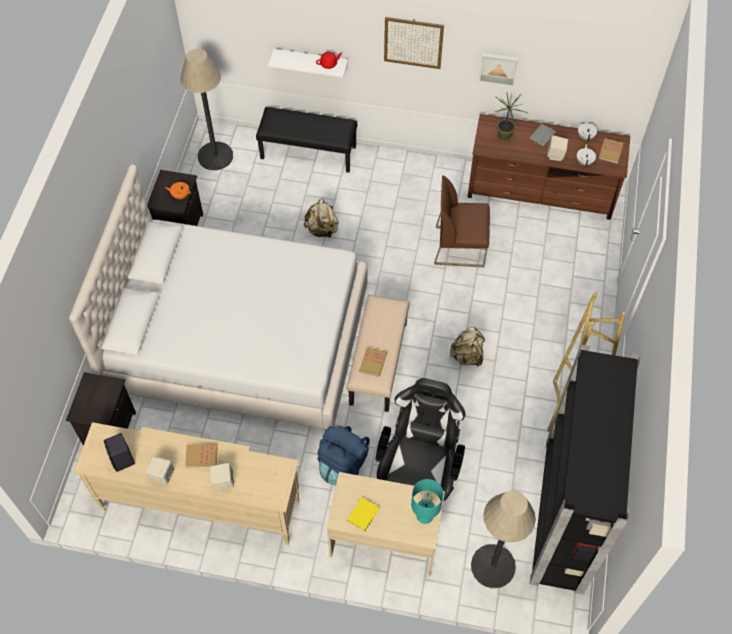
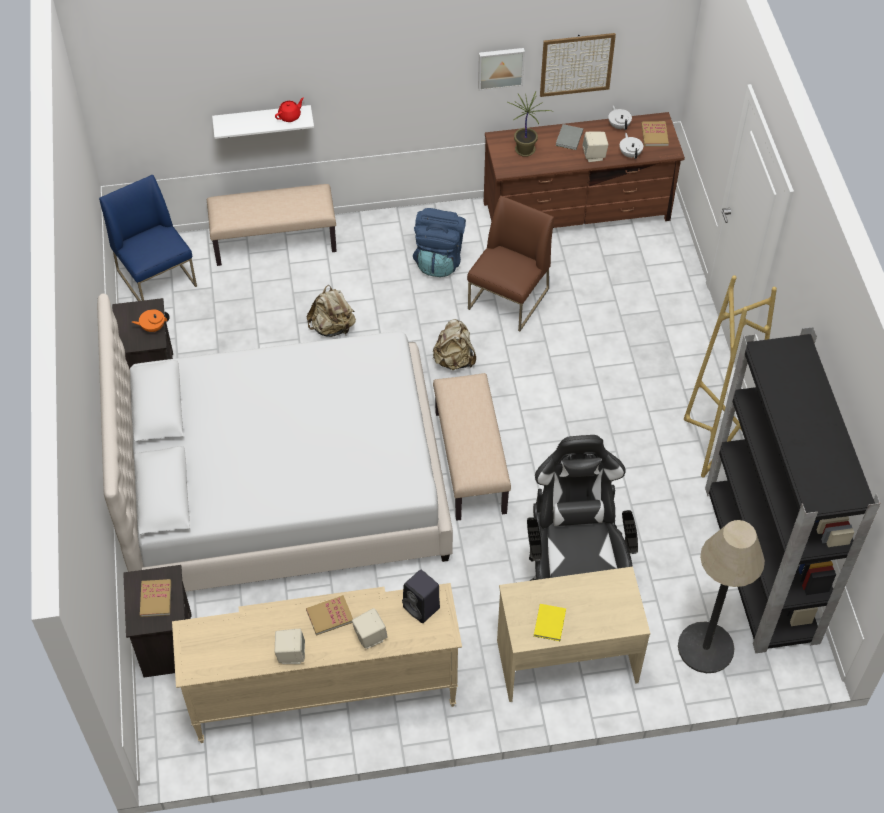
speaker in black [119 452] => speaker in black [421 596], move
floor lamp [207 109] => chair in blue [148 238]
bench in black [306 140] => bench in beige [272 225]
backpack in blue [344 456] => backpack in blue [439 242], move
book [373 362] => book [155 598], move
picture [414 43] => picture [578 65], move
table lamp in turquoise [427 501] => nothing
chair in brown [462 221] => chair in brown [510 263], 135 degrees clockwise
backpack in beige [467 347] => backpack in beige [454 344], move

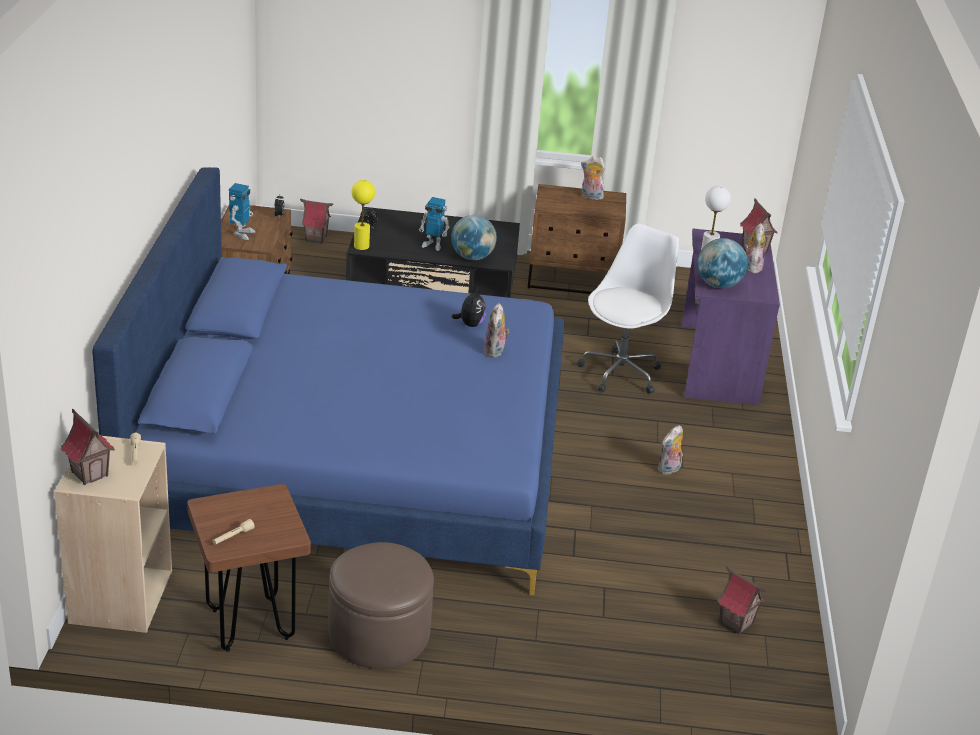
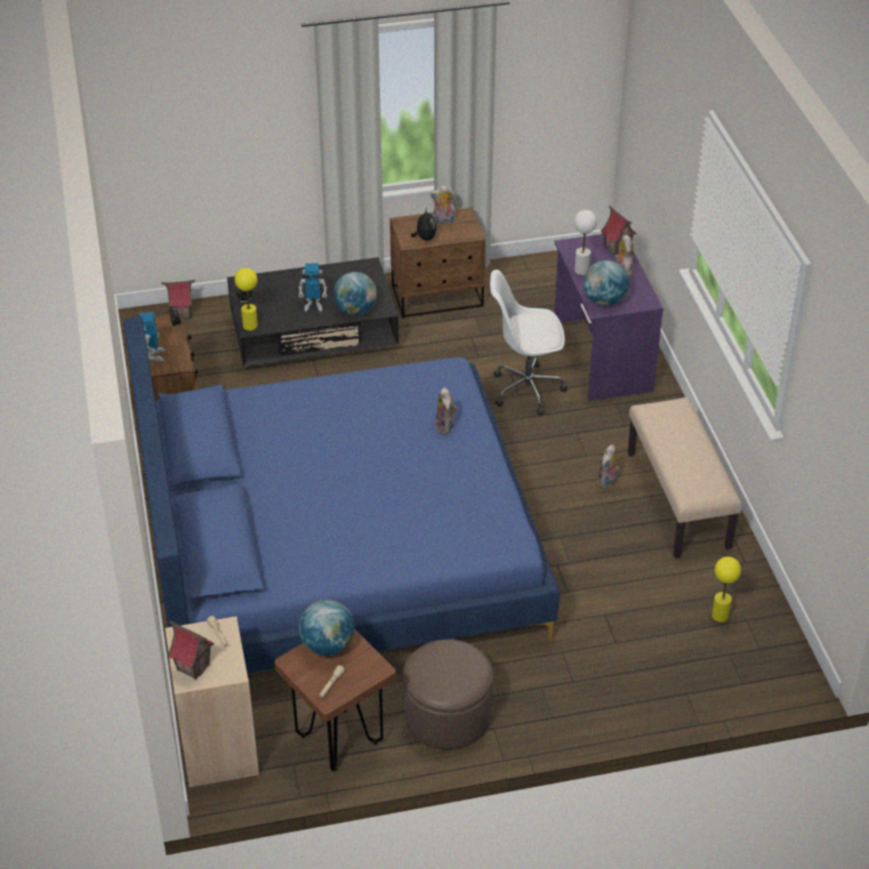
plush toy [469 307] => plush toy [424 224], move
office chair in white [628 308] => office chair in white [528 342], 105 degrees counterclockwise
toy house [742 600] => table lamp in yellow [726 589]
nothing => globe [327 628]
nothing => bench in beige [685 477]

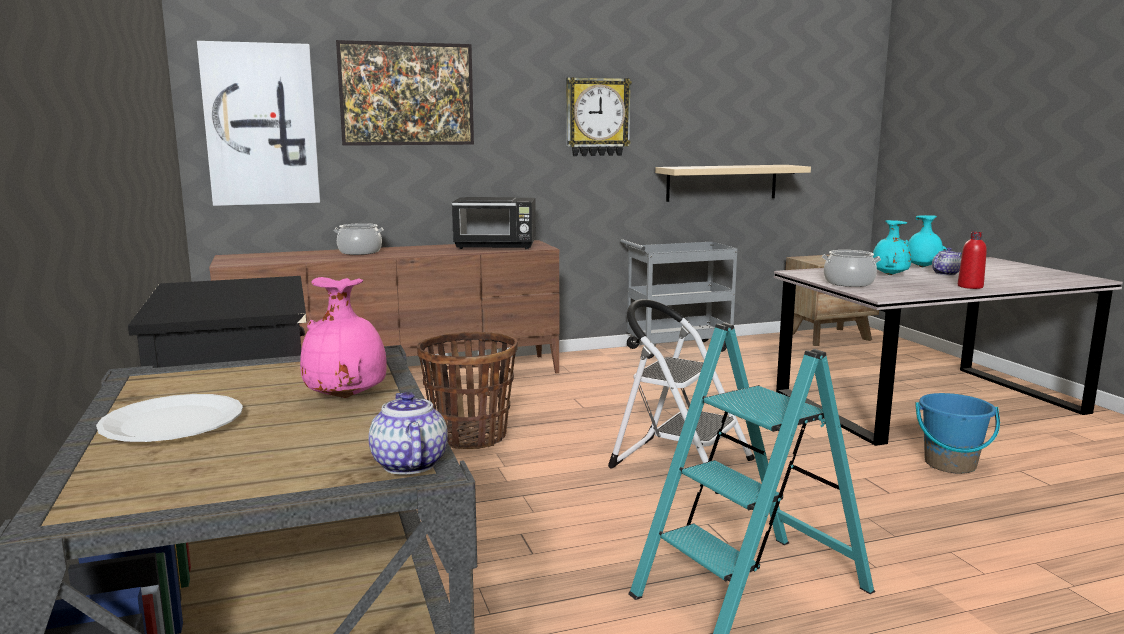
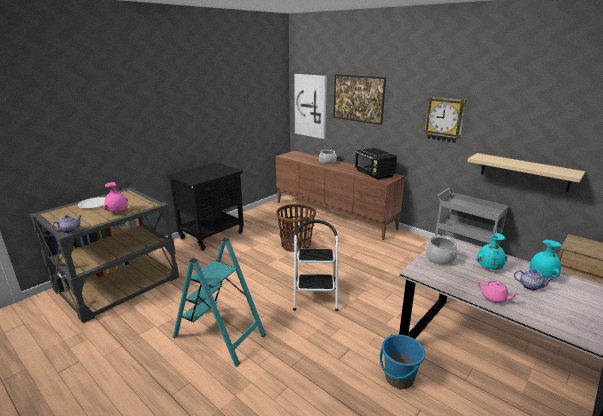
bottle in red [972 260] => teapot in pink [498 292]

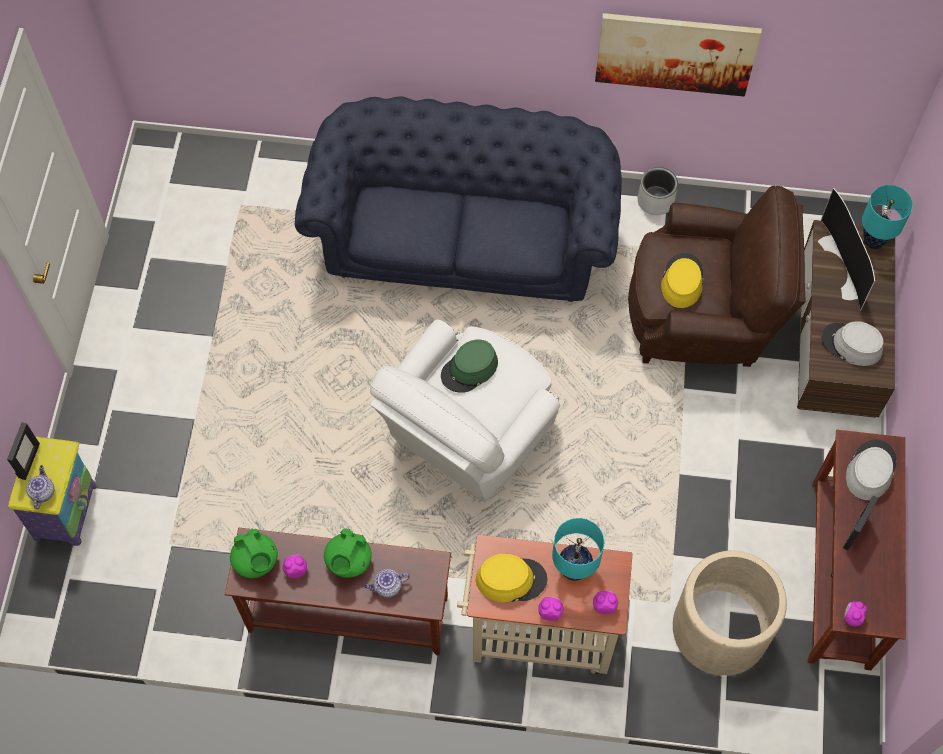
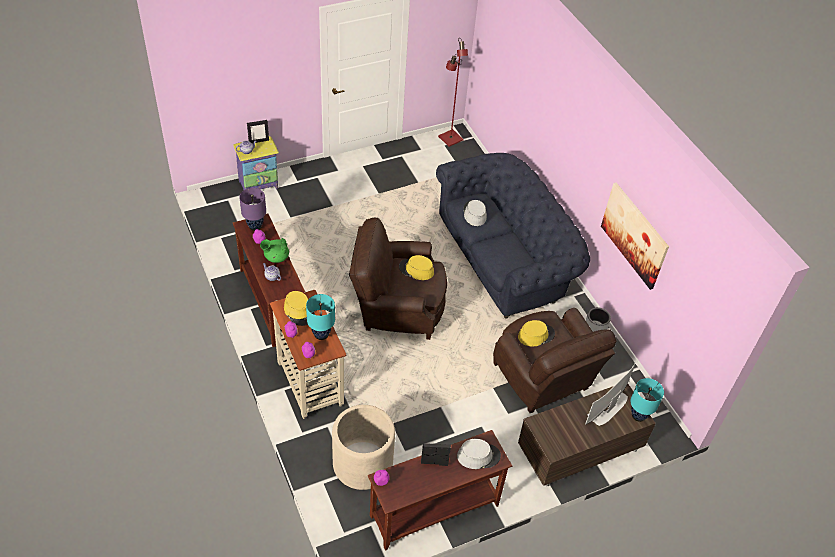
teapot in green [254 553] => table lamp in purple [252 209]
armchair in white [465 411] => armchair in brown [398 278]
hat in green [469 366] => hat in yellow [416 267]
hat in grey [852 343] => hat in grey [475 213], move
nothing => floor lamp in red [453 92]

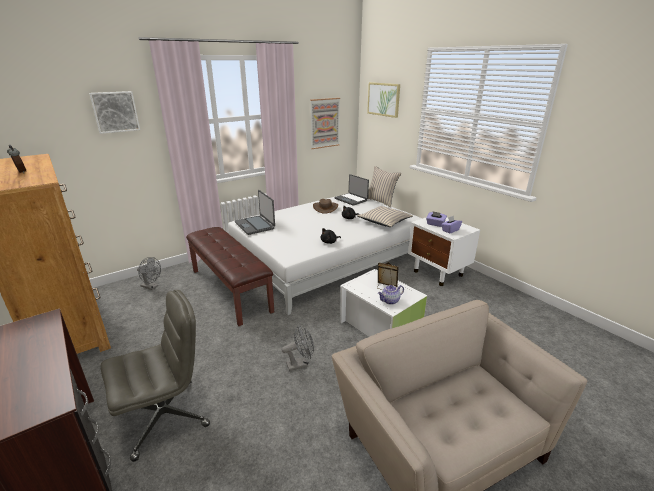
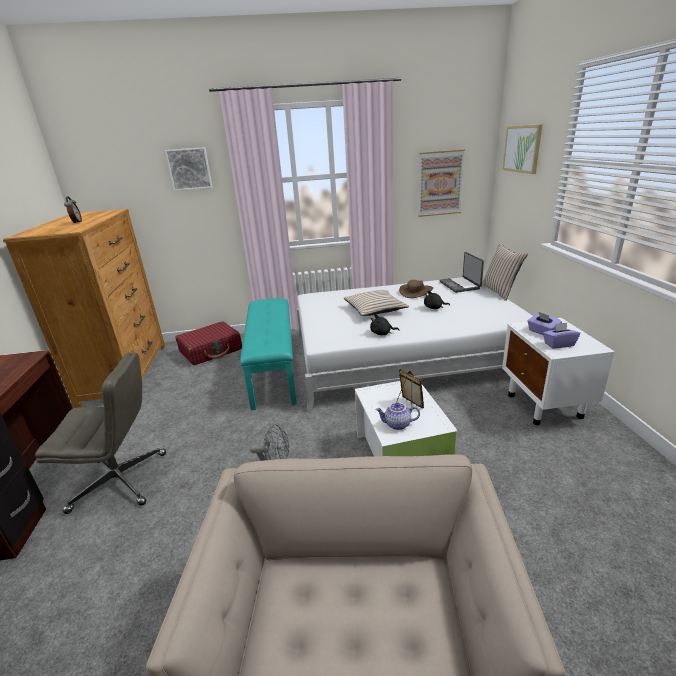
fan in grey [149 273] => suitcase in red [208 343]
bench in brown [230 276] => bench in turquoise [268 354]
laptop [255 212] => nothing
pillow in beige [385 216] => pillow in beige [376 303], move

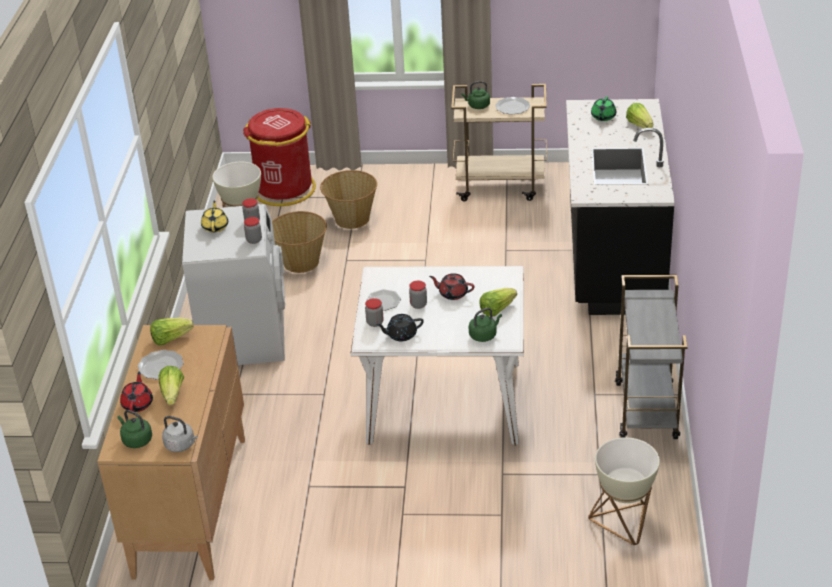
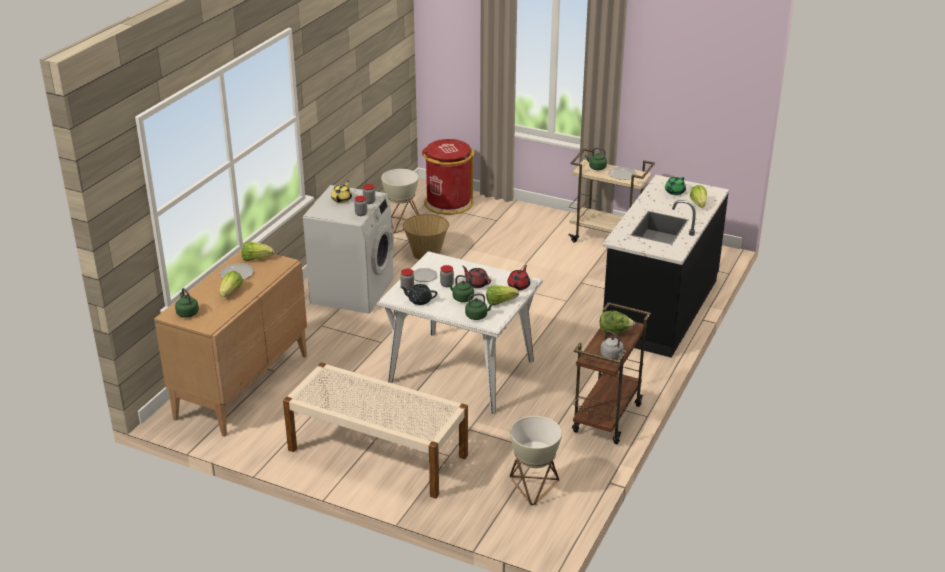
teapot in red [136 392] => teapot in red [518 278], move
kettle in grey [180 434] => kettle in grey [613 345], move
basket [348 199] => nothing
cart in grey [650 357] => cart in brown [611 373]
nothing => bench in beige [375 430]
nothing => kettle in green [461 288]
nothing => lettuce [617 322]

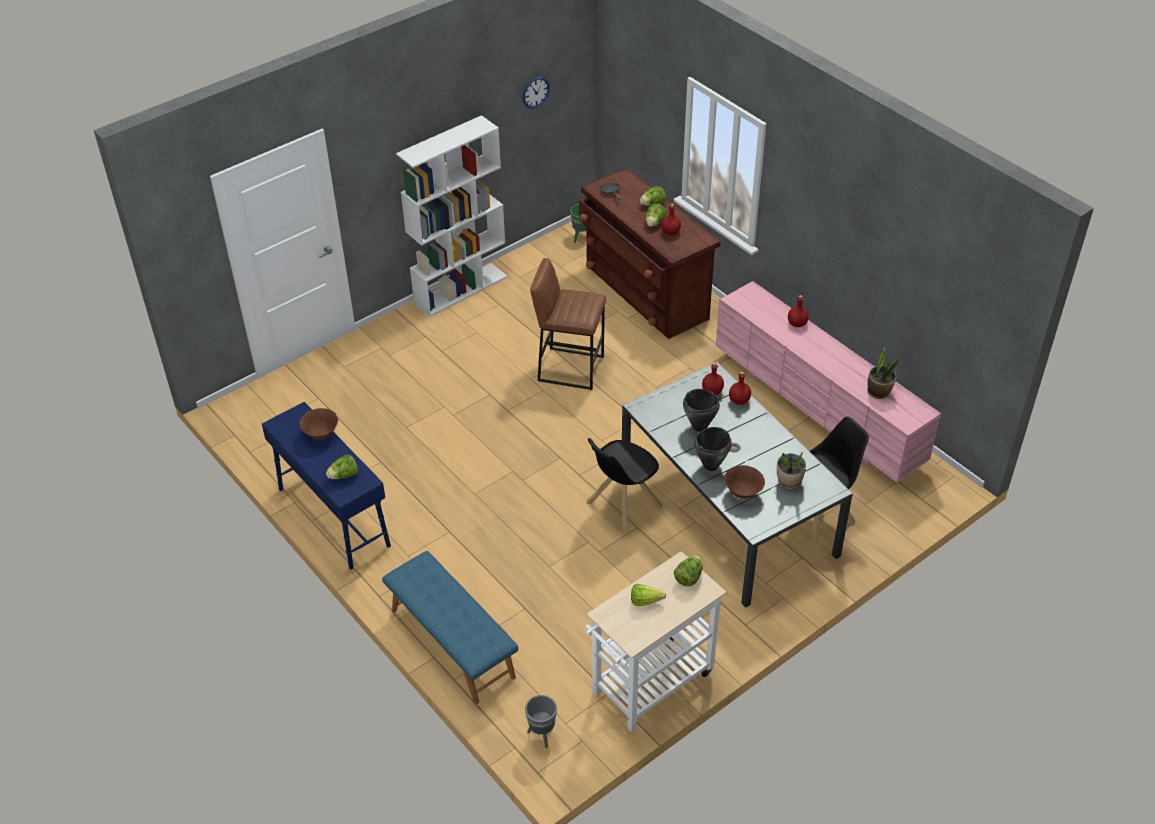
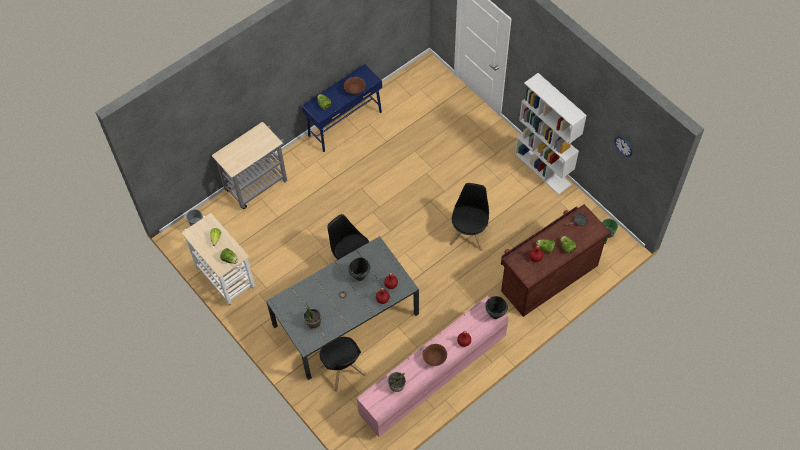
bench in blue [450 627] => cart in grey [249 165]
stool in brown [568 324] => chair in black [469 217]
cooking pot in black [713 449] => cooking pot in black [496 307], move
bowl in brown [744 482] => bowl in brown [435 355], move

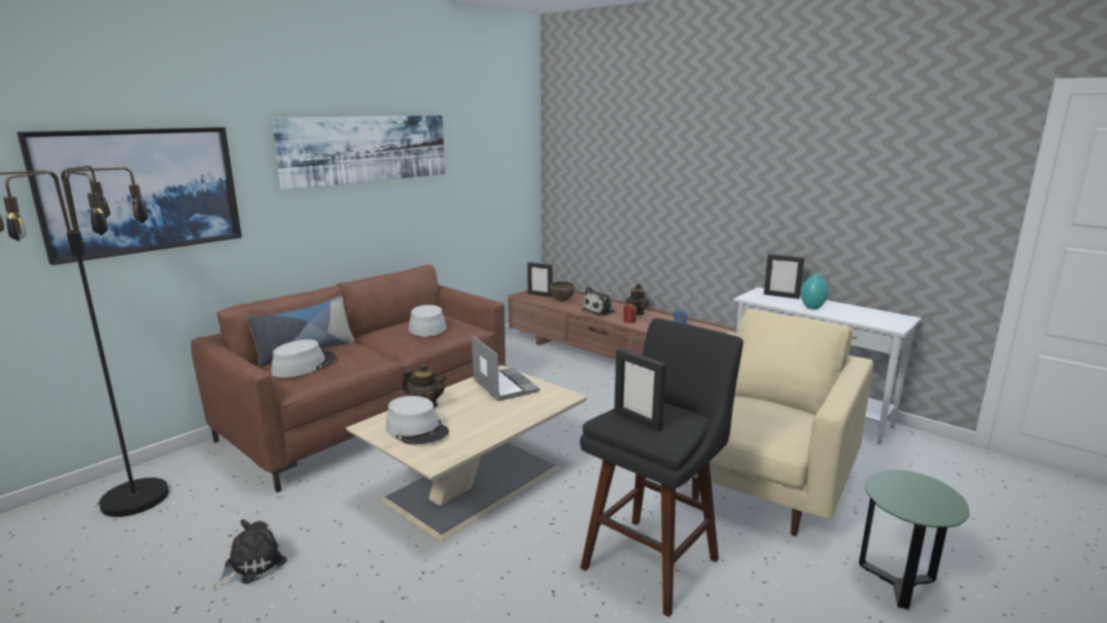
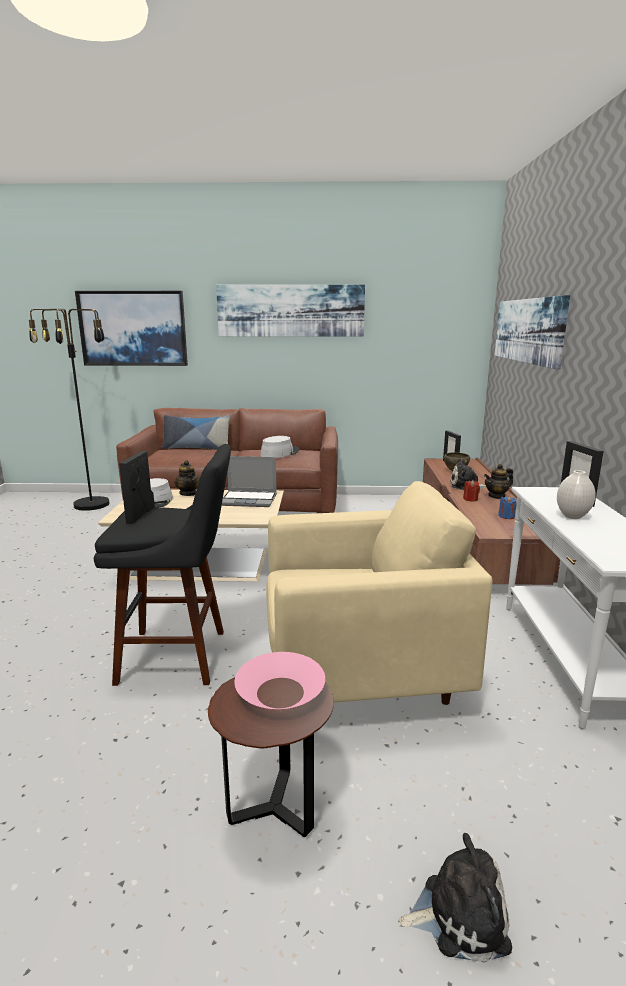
plush toy [250 554] => plush toy [455 898], move
hat in grey [303 358] => nothing
laptop [506 368] => laptop [249 481], 75 degrees clockwise
vase in turquoise [814 291] => vase in white [576 494]
side table in green [914 539] => side table in brown [271 757]
nothing => bowl in pink [280 680]
nothing => picture [532 332]

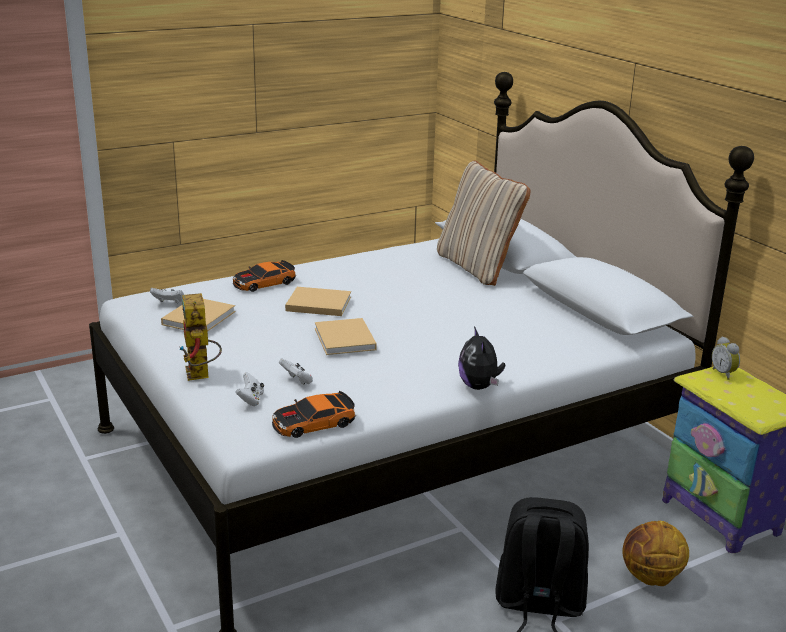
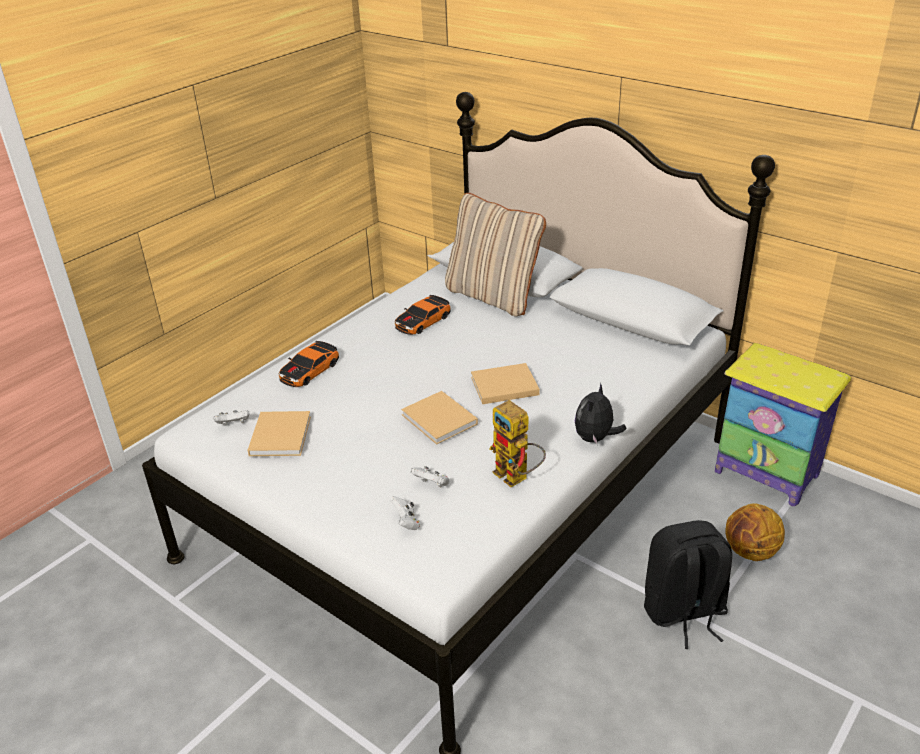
toy robot [200 337] => toy robot [518 443], move
toy car [314 414] => toy car [423 315], move
book in beige [318 301] => book in beige [505 383], move
plush toy [481 358] => plush toy [601 413], 60 degrees clockwise
alarm clock [726 358] => nothing

